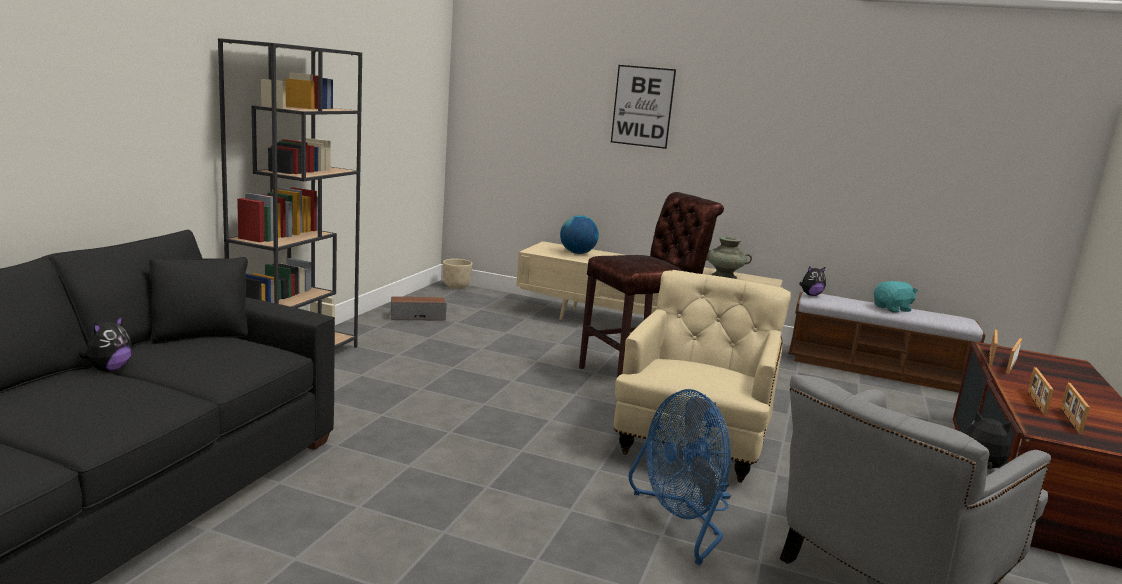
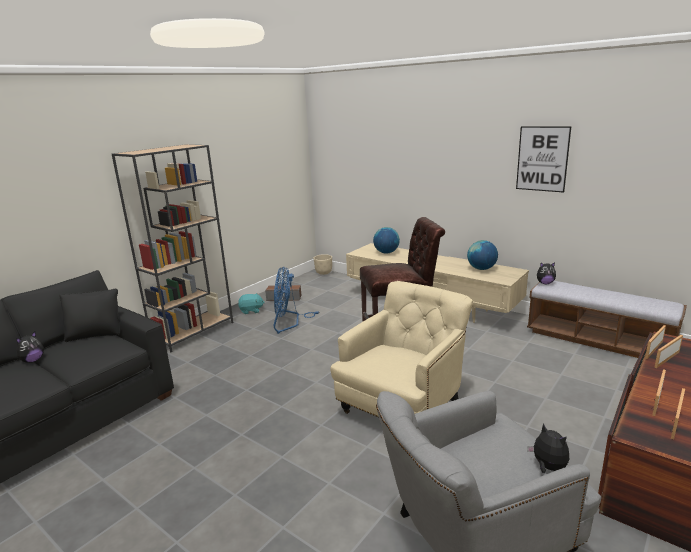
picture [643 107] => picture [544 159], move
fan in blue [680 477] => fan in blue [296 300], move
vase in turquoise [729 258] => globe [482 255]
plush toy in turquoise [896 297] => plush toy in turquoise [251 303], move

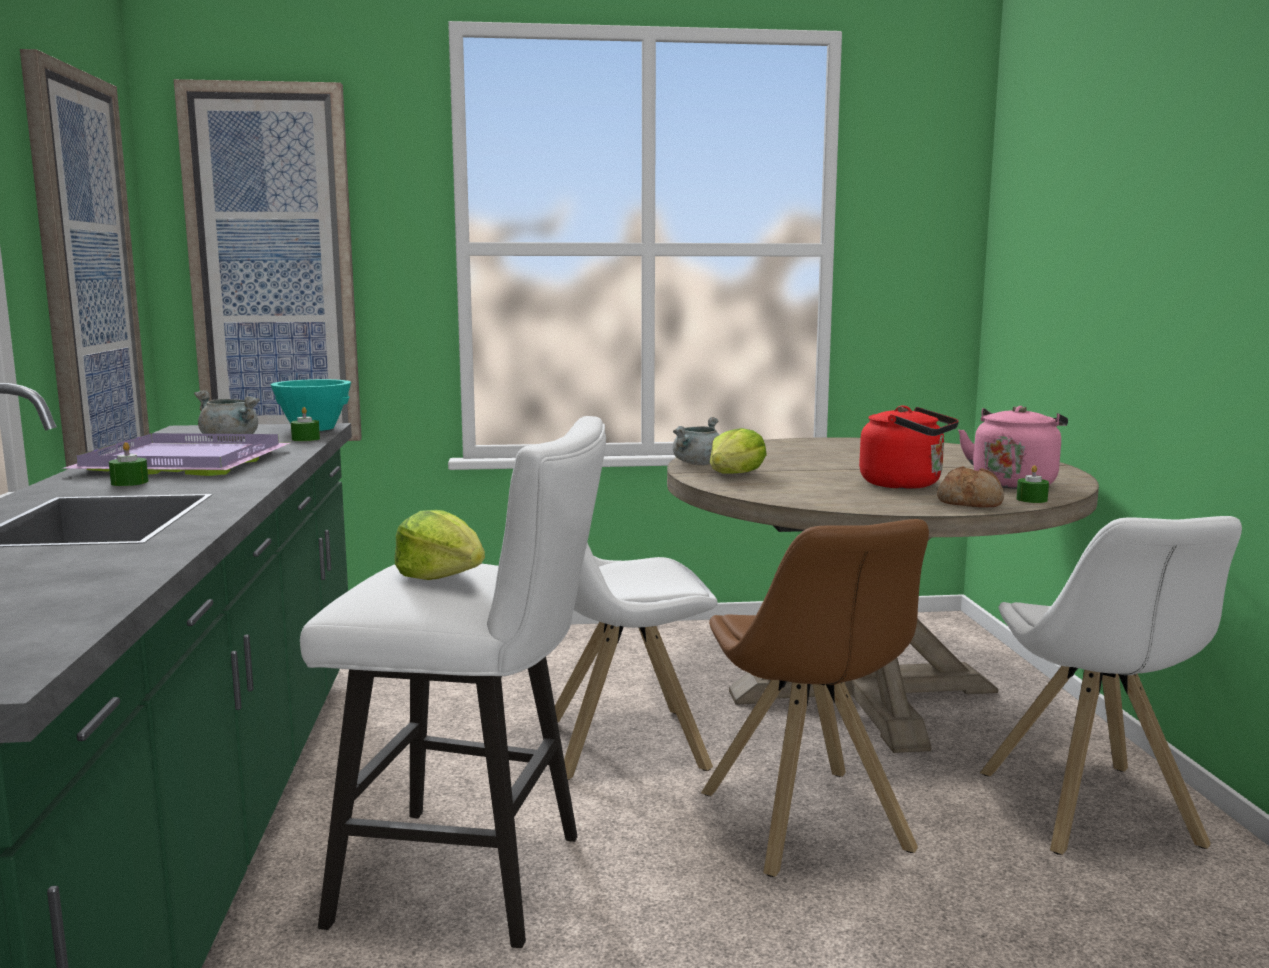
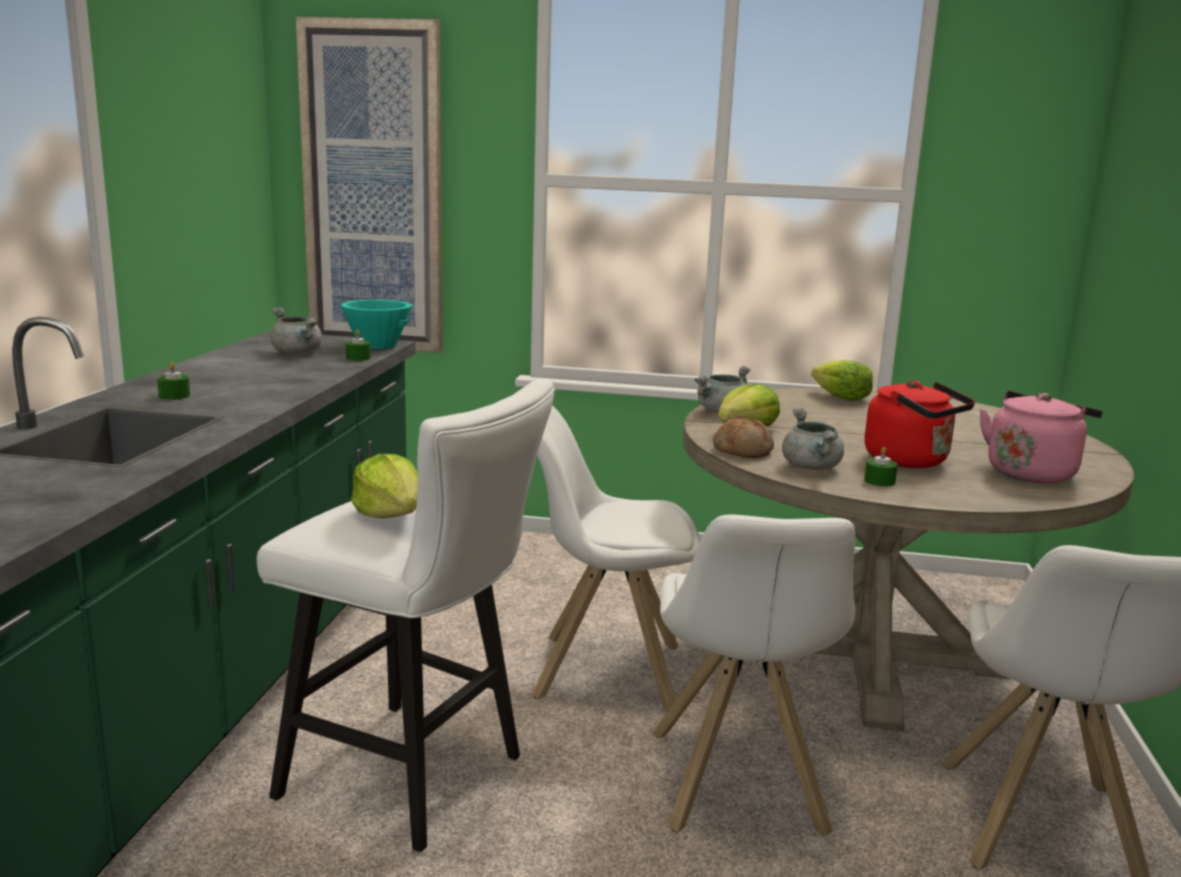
picture [84 259] => nothing
tray in purple [176 454] => nothing
chair in brown [815 698] => chair in white [753 675]
bread [970 487] => bread [743 437], move
candle in green [1032 484] => candle in green [881 467], move
nothing => cooking pot in grey [813 439]
nothing => lettuce [842 380]

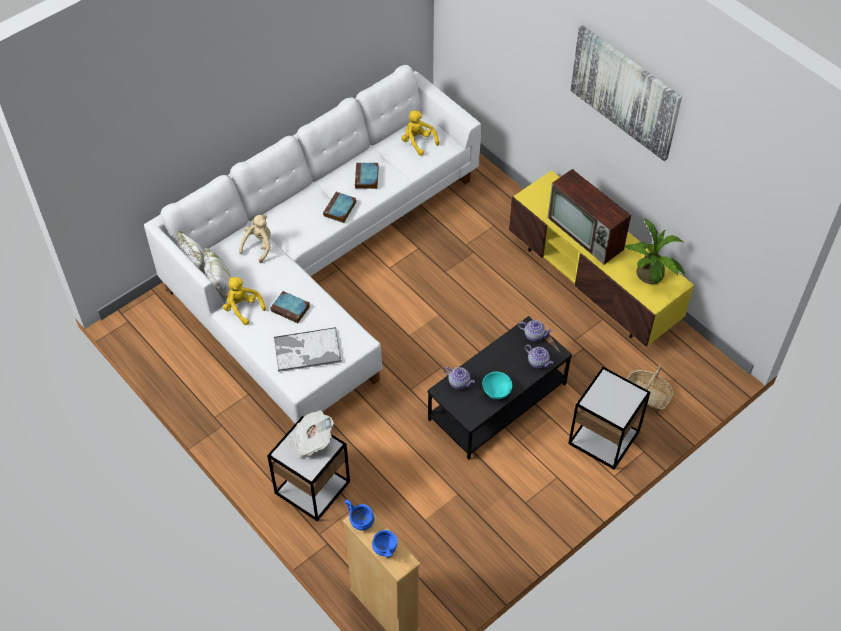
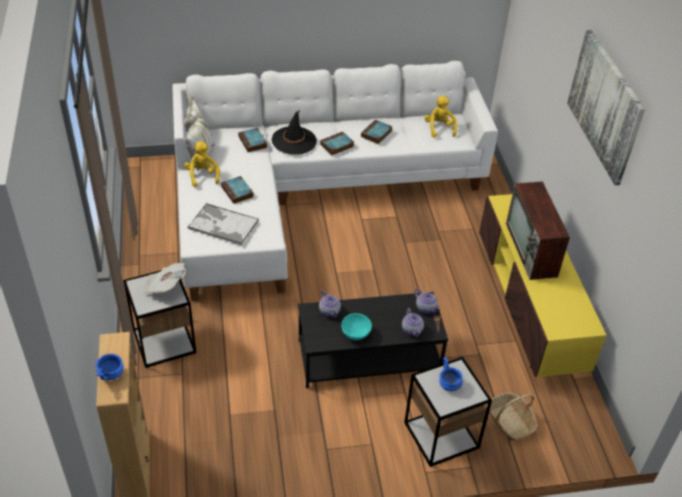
plush toy in beige [255 239] => book [252 140]
bowl in blue [359 514] => bowl in blue [451 374], move
potted plant [655 251] => nothing
nothing => hat in black [294 132]

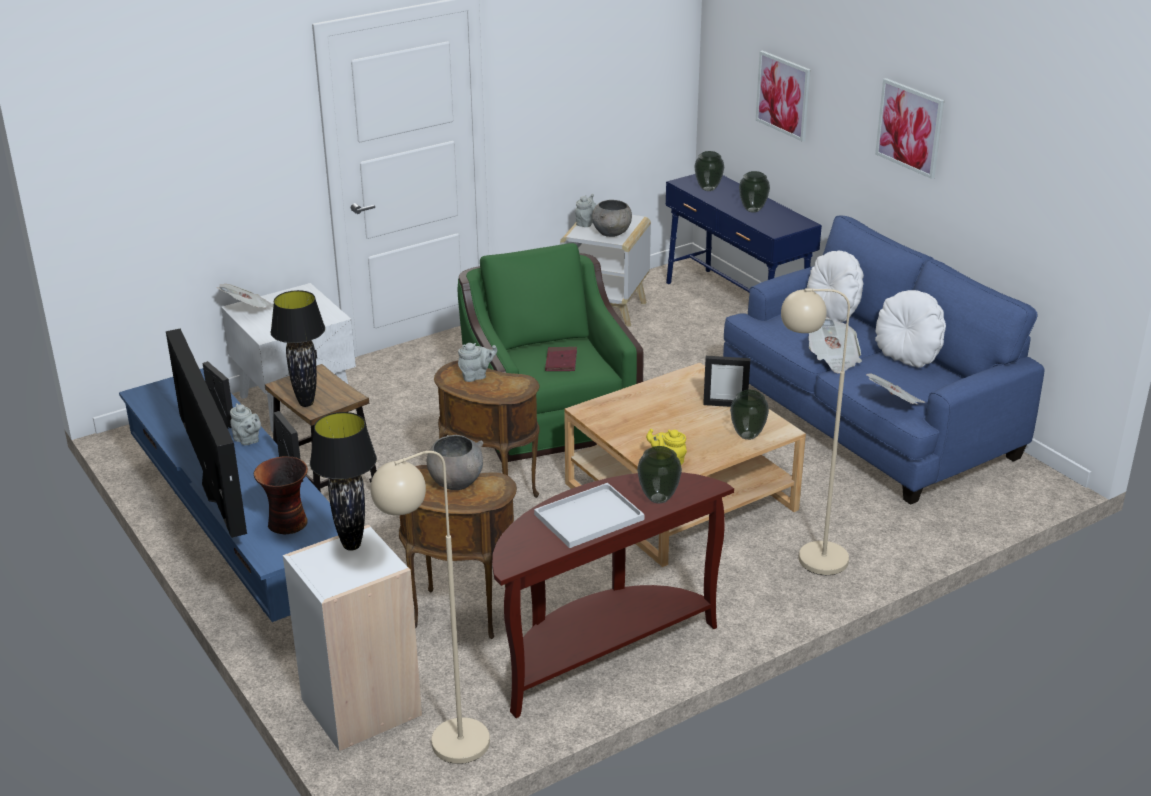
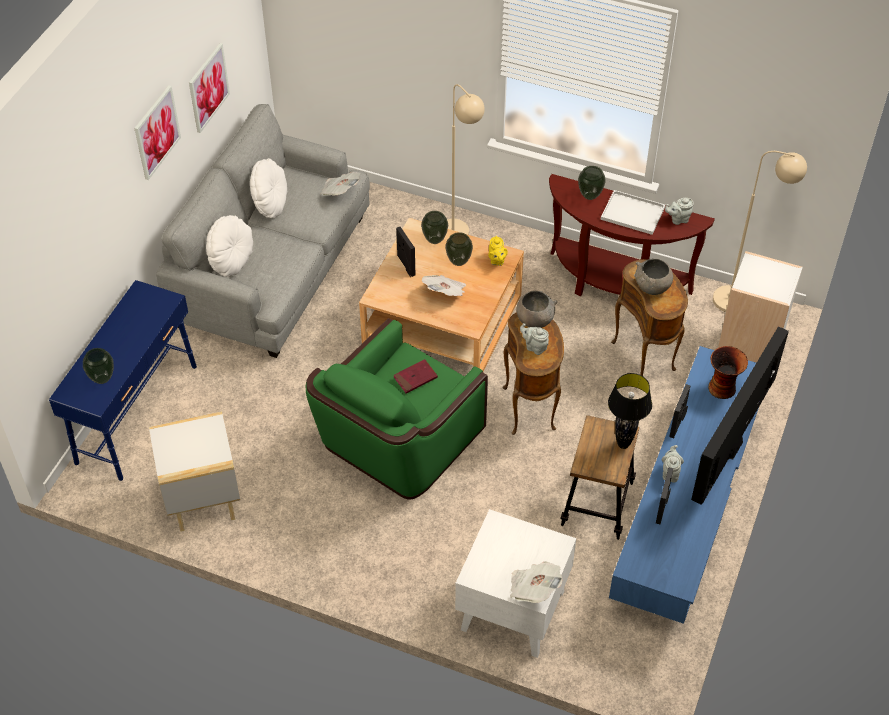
table lamp in black [343 481] => nothing
teapot in grey [585 210] => teapot in grey [679 211], move
bowl in grey [612 218] => bowl in grey [537 309], move
sofa in blue [884 360] => sofa in grey [263 231]
vase [754 192] => vase [459 249], move
picture [783 96] => picture [209 88], move
newspaper [835 345] => newspaper [444 285], move

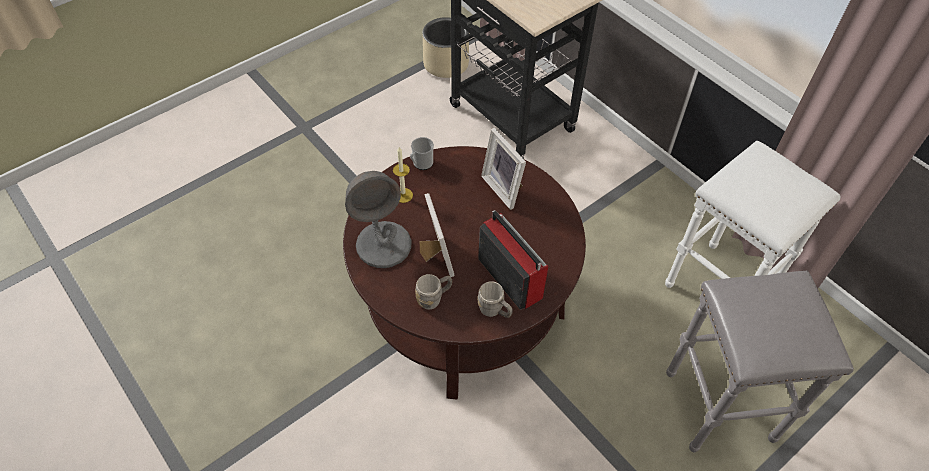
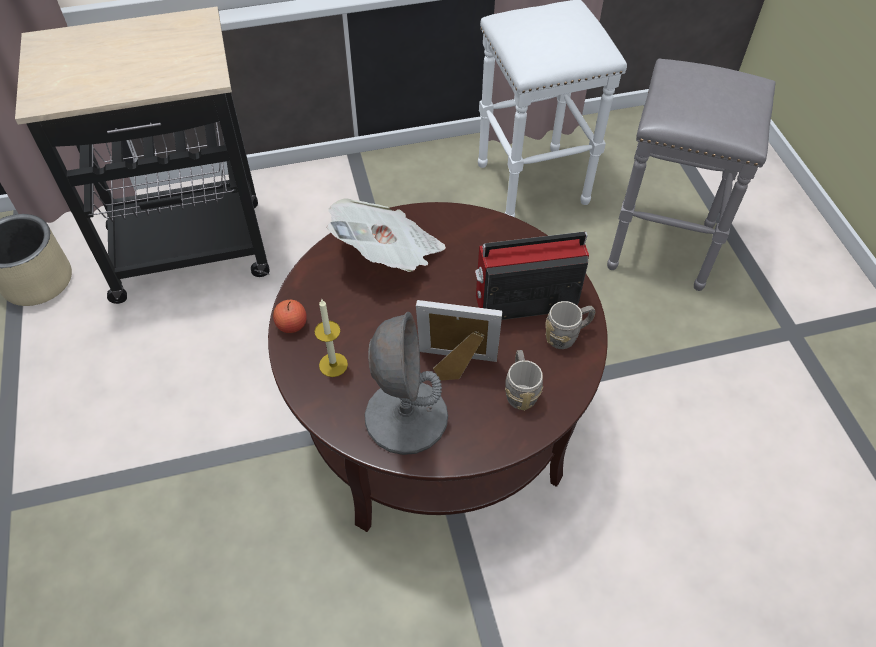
mug [422 153] => apple [290 316]
picture frame [503 169] => newspaper [386 235]

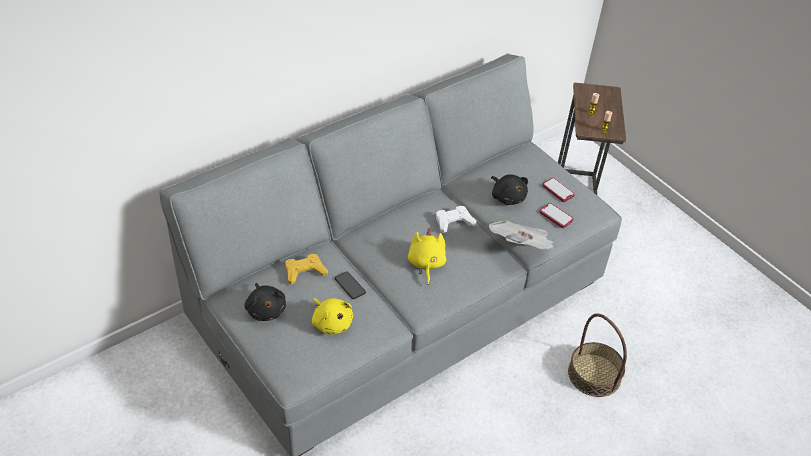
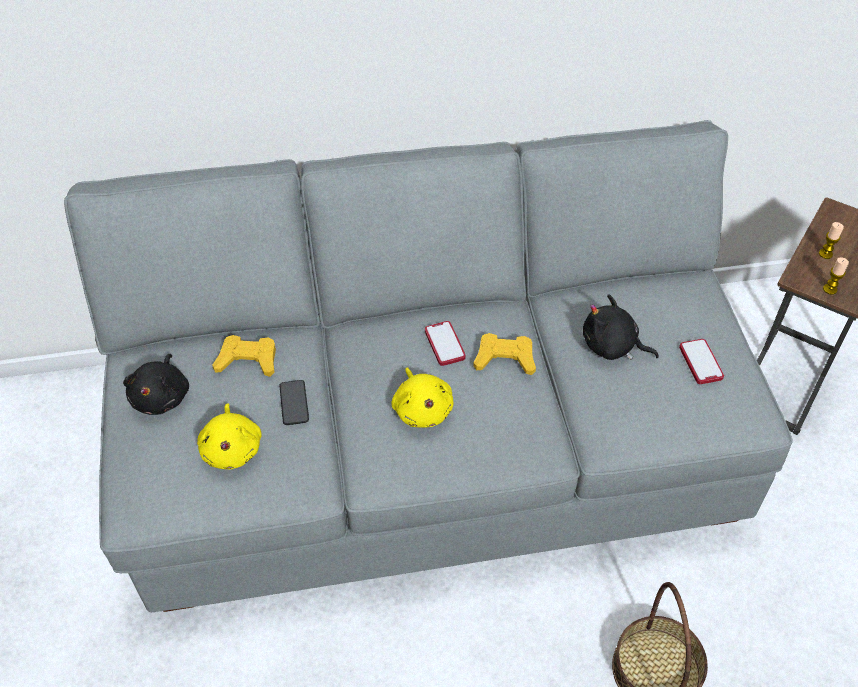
plush toy in yellow [427 257] => plush toy in yellow [422 398], 135 degrees clockwise
game controller in white [456 219] => game controller in yellow [504 354]
newspaper [522 235] => nothing
plush toy in black [509 189] => plush toy in black [621 327], 120 degrees clockwise
phone [556 215] => phone [445 343], move

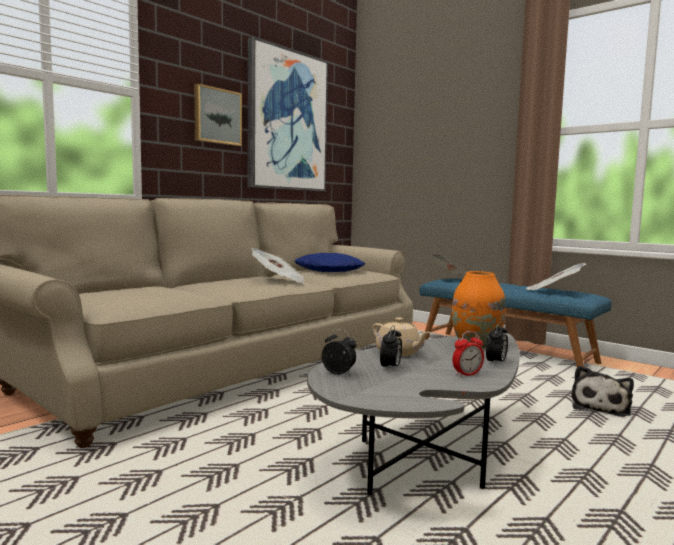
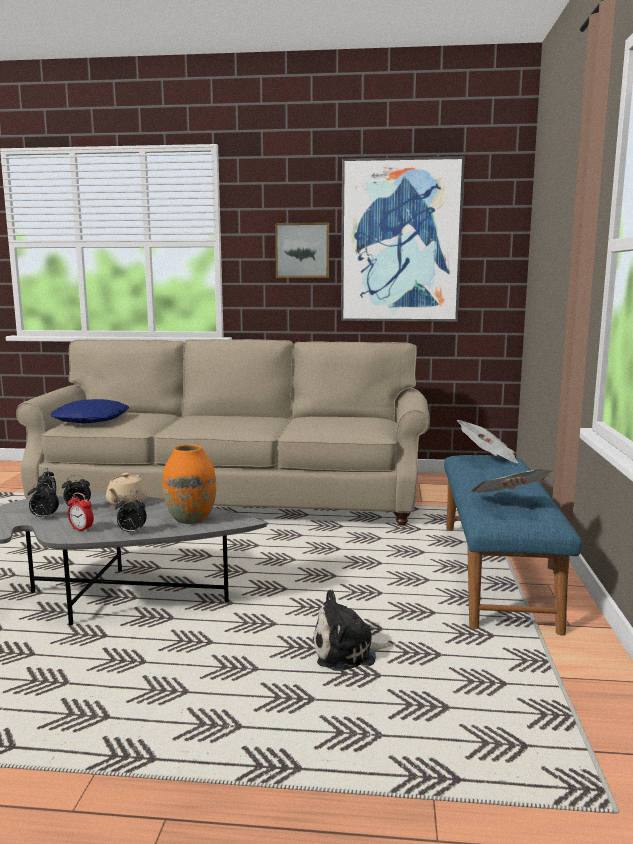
newspaper [277 266] => nothing
pillow in blue [330 262] => pillow in blue [90 411], move
nothing => alarm clock [43 500]

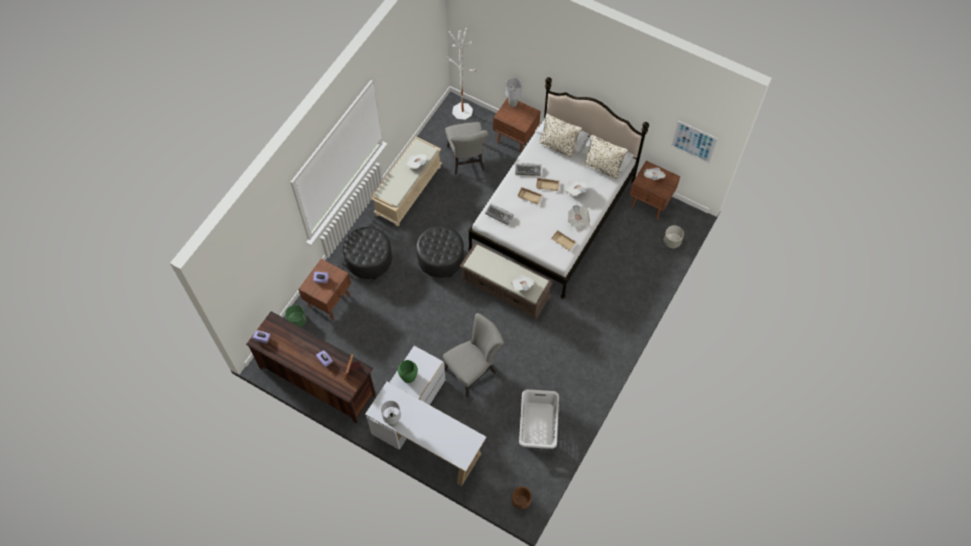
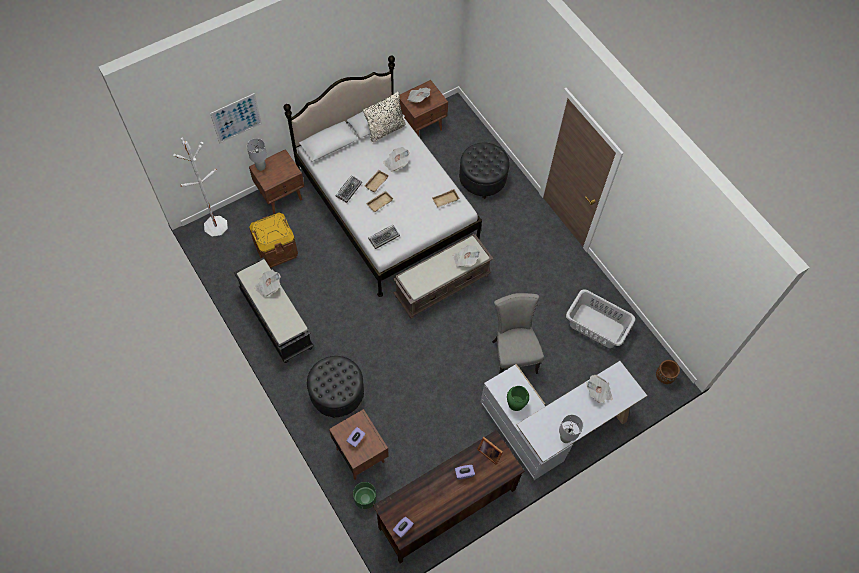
bench in beige [406 181] => bench in black [274 310]
ottoman in black [440 252] => ottoman in black [484 171], move
chair in grey [466 148] => storage box in brown [273 240]
pillow in beige [560 135] => nothing
newspaper [579 219] => newspaper [599 389], move
planter in grey [674 236] => nothing
picture [694 142] => picture [236 118], move

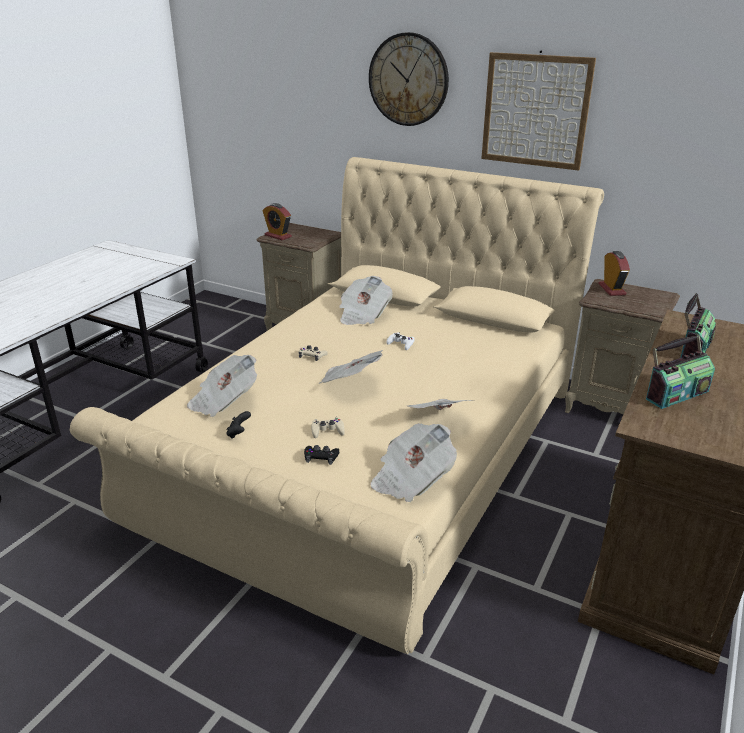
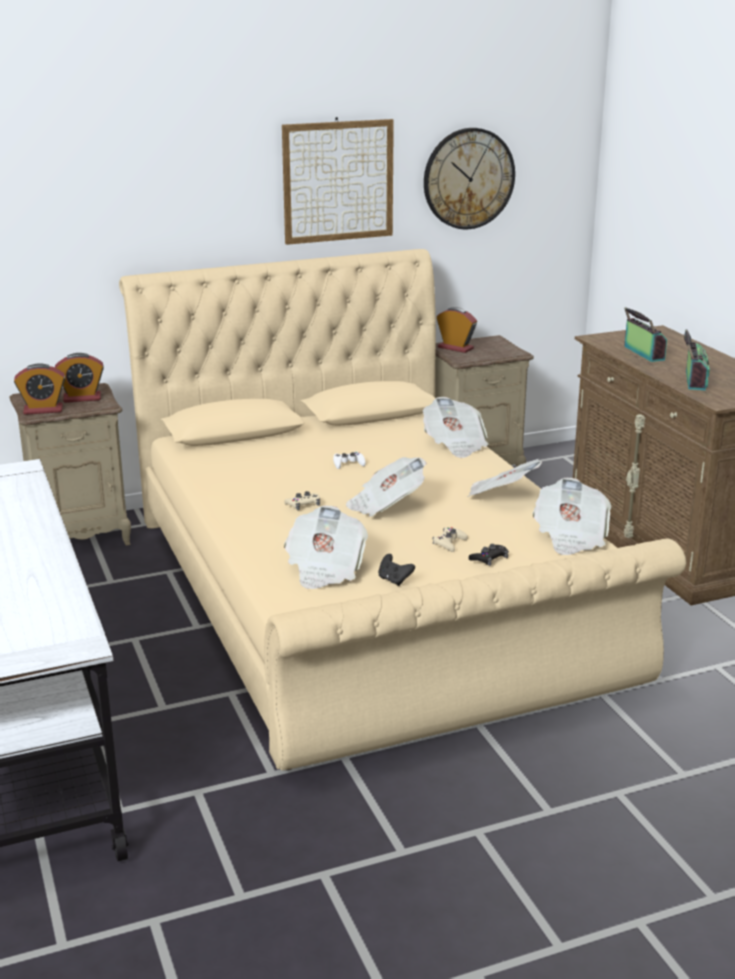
newspaper [366 300] => newspaper [456 427], move
wall clock [409 79] => wall clock [469 178], move
nothing => alarm clock [79 378]

